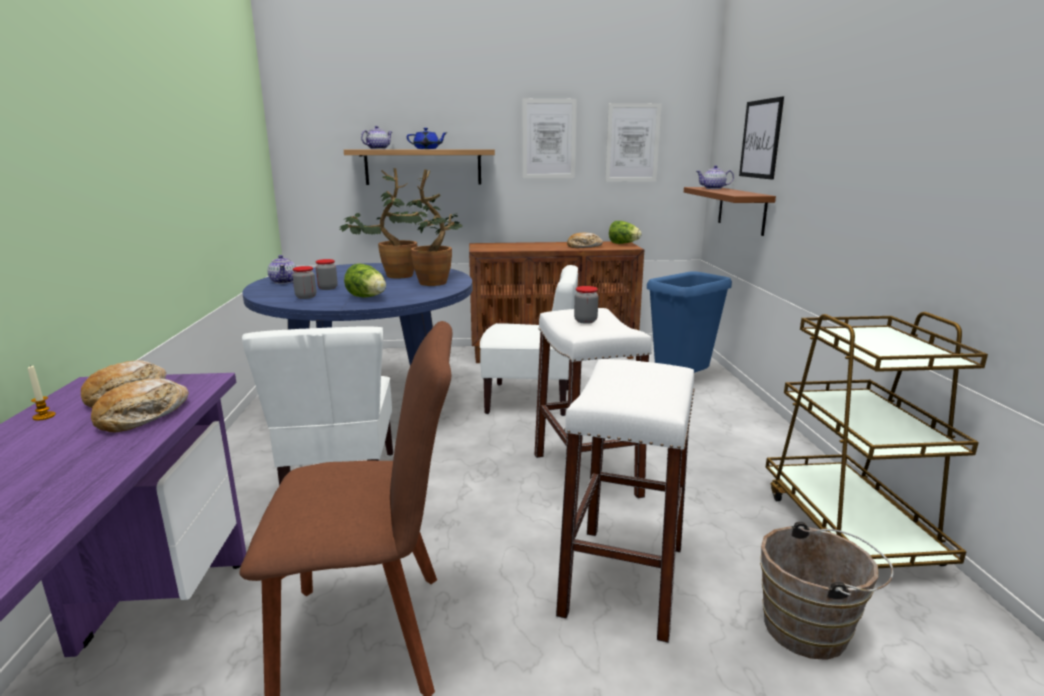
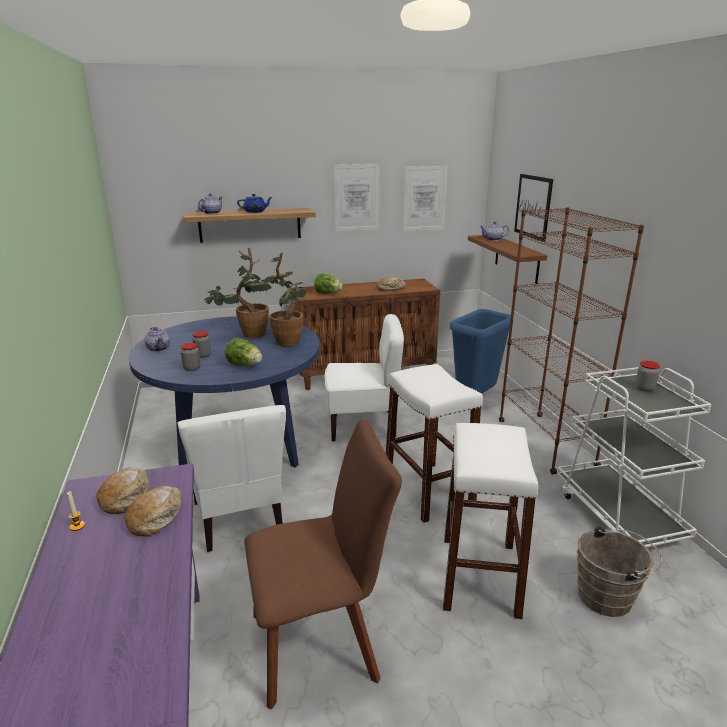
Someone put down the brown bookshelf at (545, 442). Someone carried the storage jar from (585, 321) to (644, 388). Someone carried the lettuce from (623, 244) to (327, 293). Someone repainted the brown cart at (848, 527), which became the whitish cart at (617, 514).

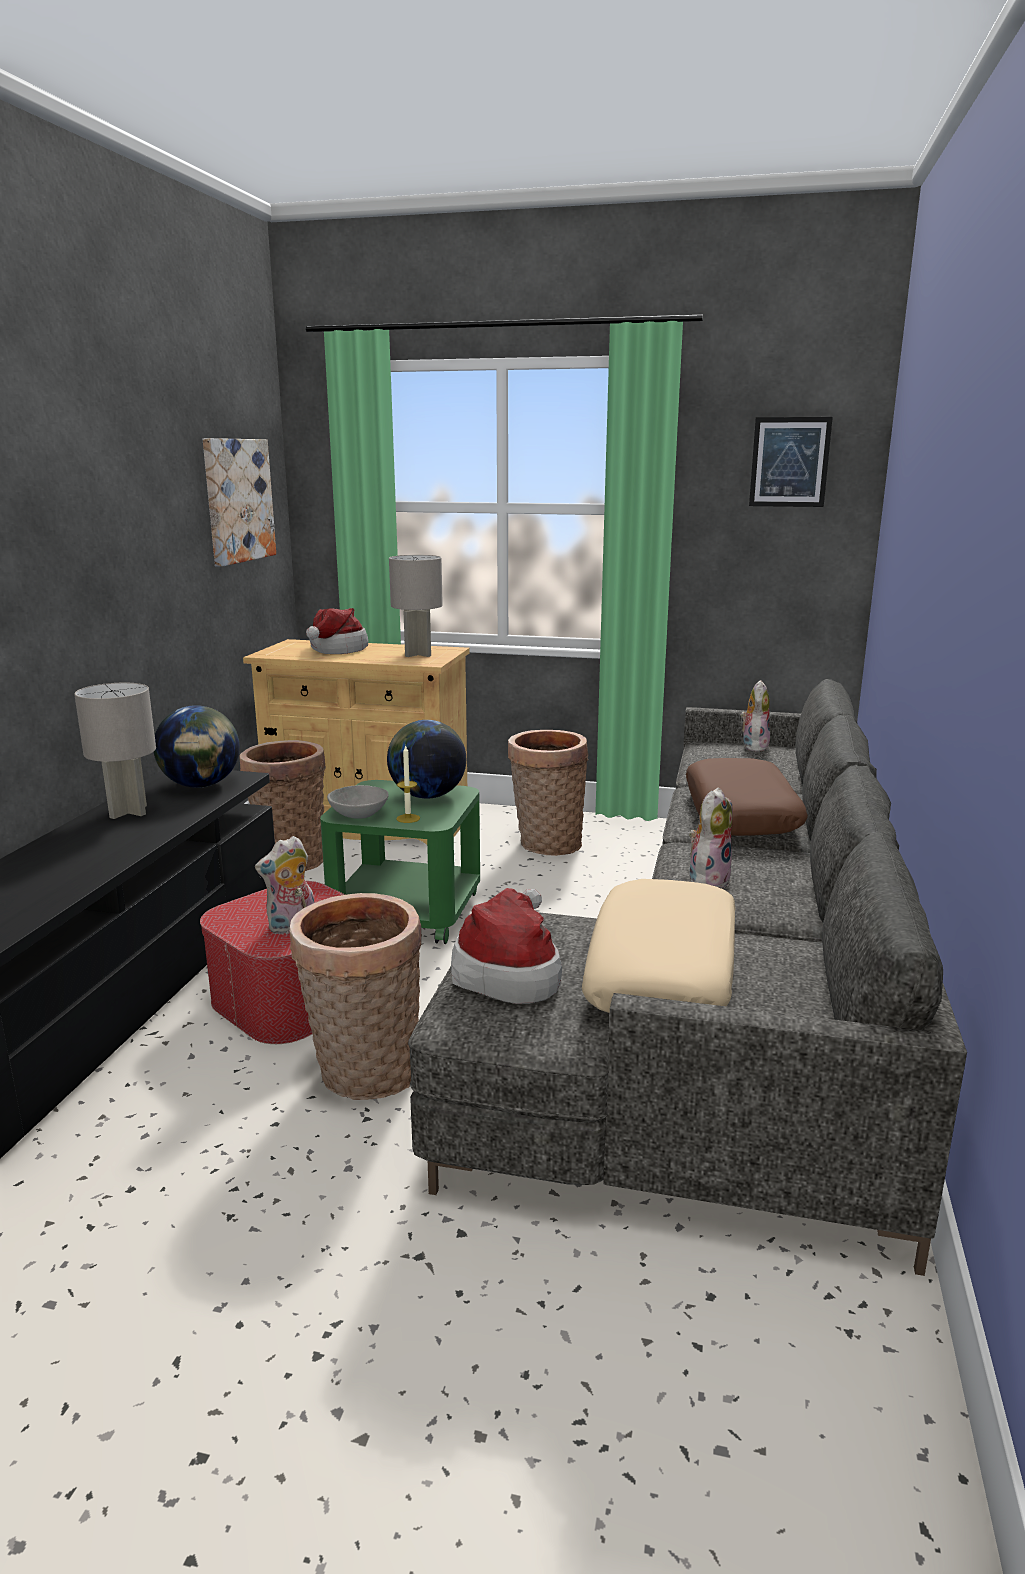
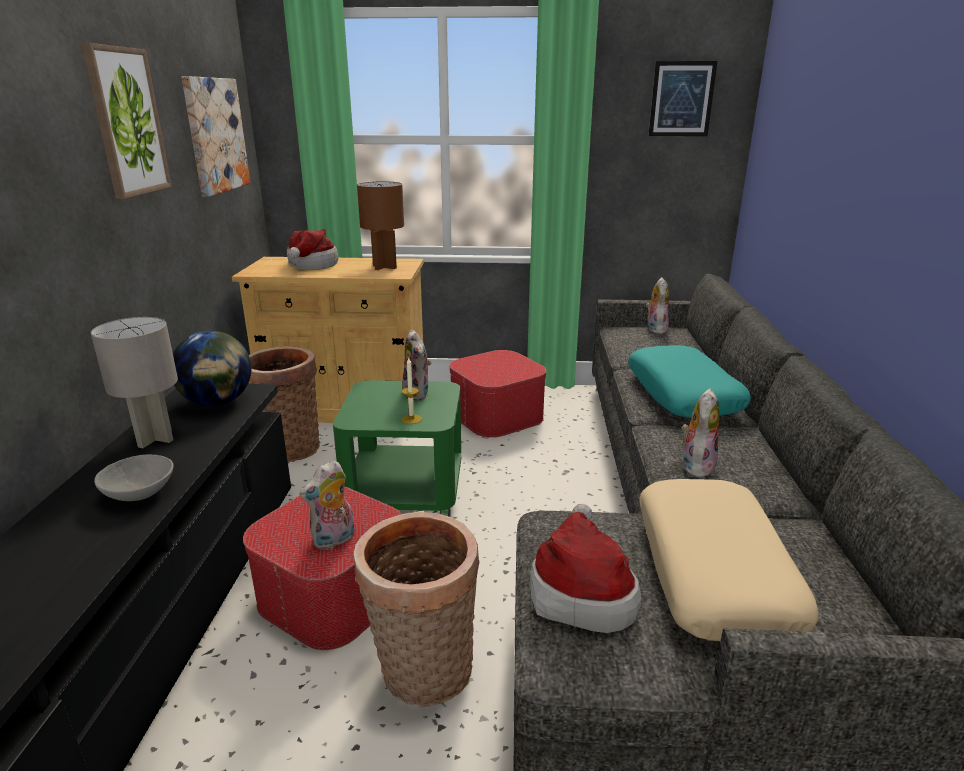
Someone put up the wall picture at (127, 122). Someone carried the grey deep dish from (359, 815) to (140, 493). Someone swapped the desk globe at (427, 796) for the plush toy at (418, 394). Someone swapped the household basket at (546, 844) for the ottoman at (496, 415). Someone repainted the grey table lamp at (417, 654), which became the brown table lamp at (384, 267). Someone repainted the brown throw pillow at (742, 814), which became the turquoise throw pillow at (683, 394).

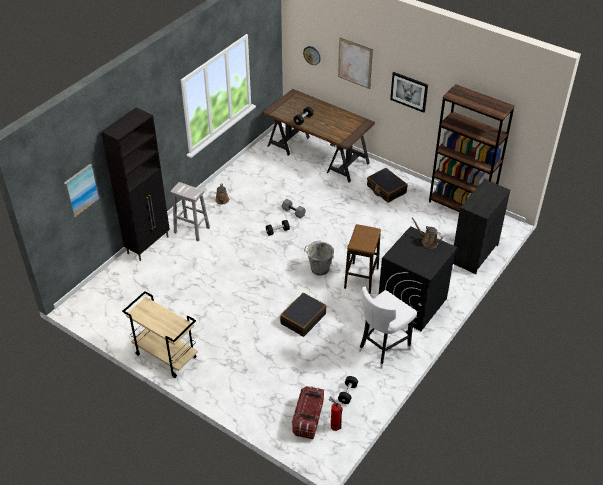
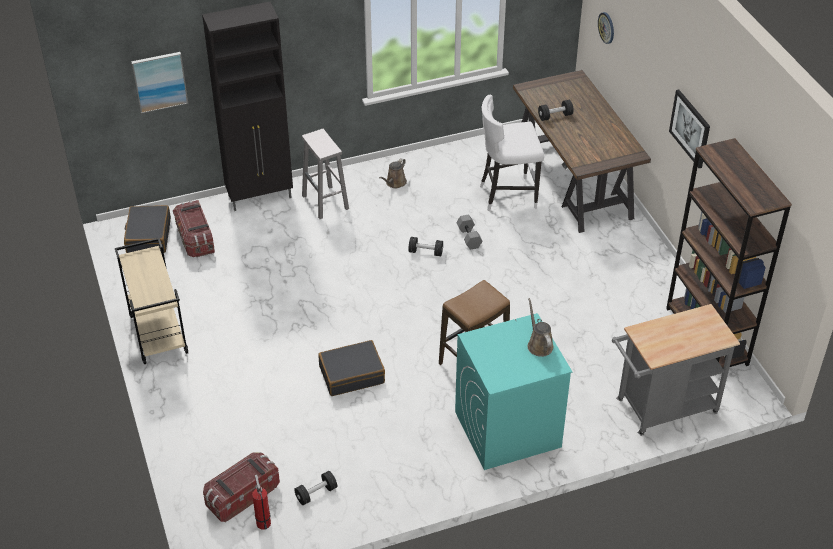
Someone took away the grey water bucket at (319, 268). Someone took away the wall picture at (355, 63). Someone put down the storage box at (195, 239). Someone carried the whitish stool seat from (382, 349) to (507, 195). Someone carried the black-coloured suitcase from (386, 189) to (148, 236). Someone swapped the black-coloured drawer chest at (474, 253) for the grey cart at (661, 409). Someone repainted the black-coloured laundry machine at (412, 304), which became the turquoise laundry machine at (507, 430).

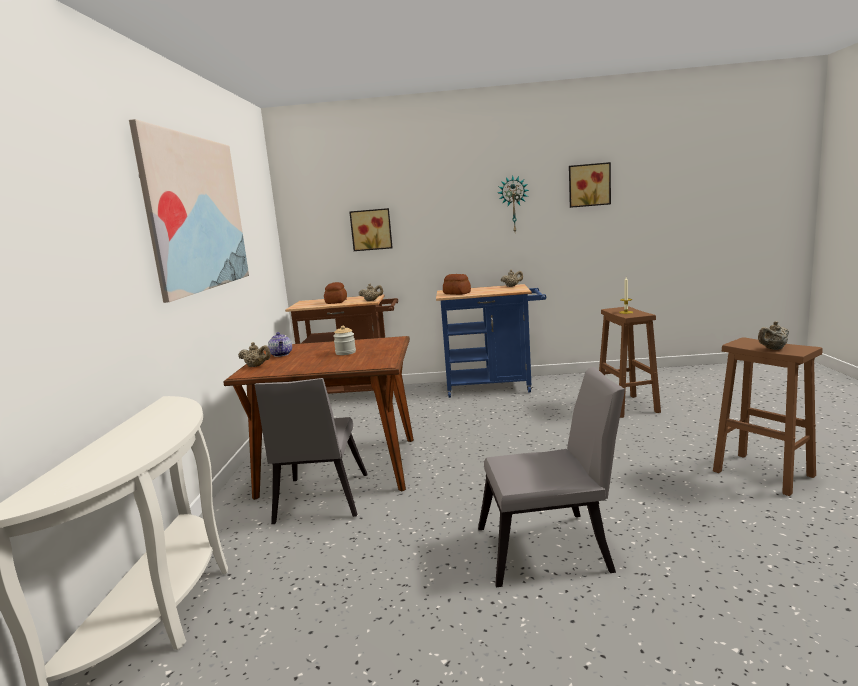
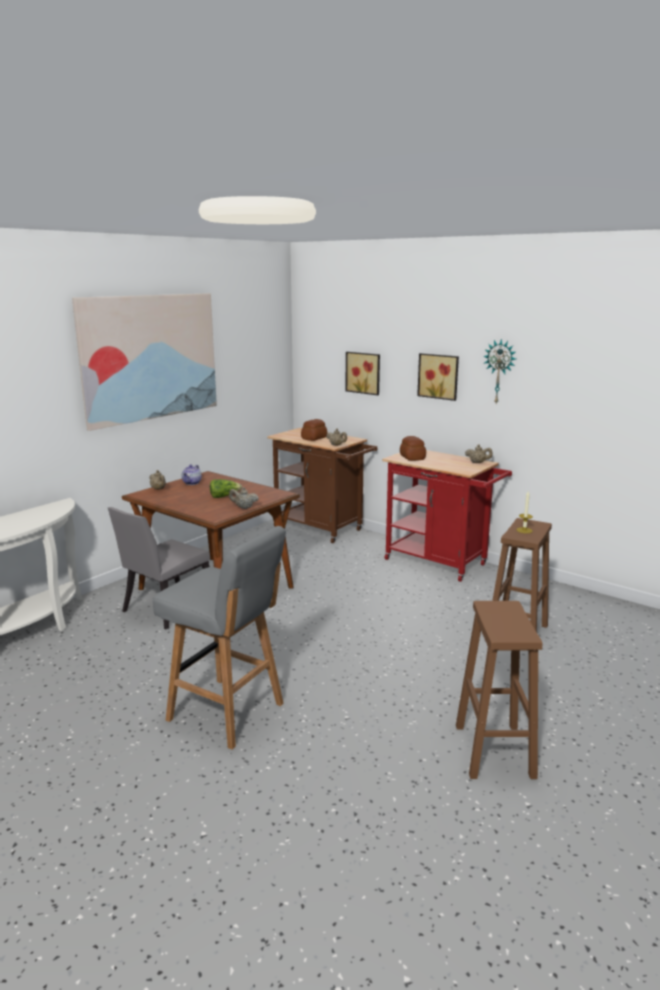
Someone carried the wall picture from (589, 185) to (439, 376). Someone carried the beige pot for tea from (773, 349) to (244, 507). Someone swapped the storage jar at (345, 353) for the lettuce at (224, 496). Someone swapped the grey chair at (552, 549) for the grey stool seat at (228, 713). Someone repainted the blue cart at (494, 387), which became the reddish cart at (441, 563).

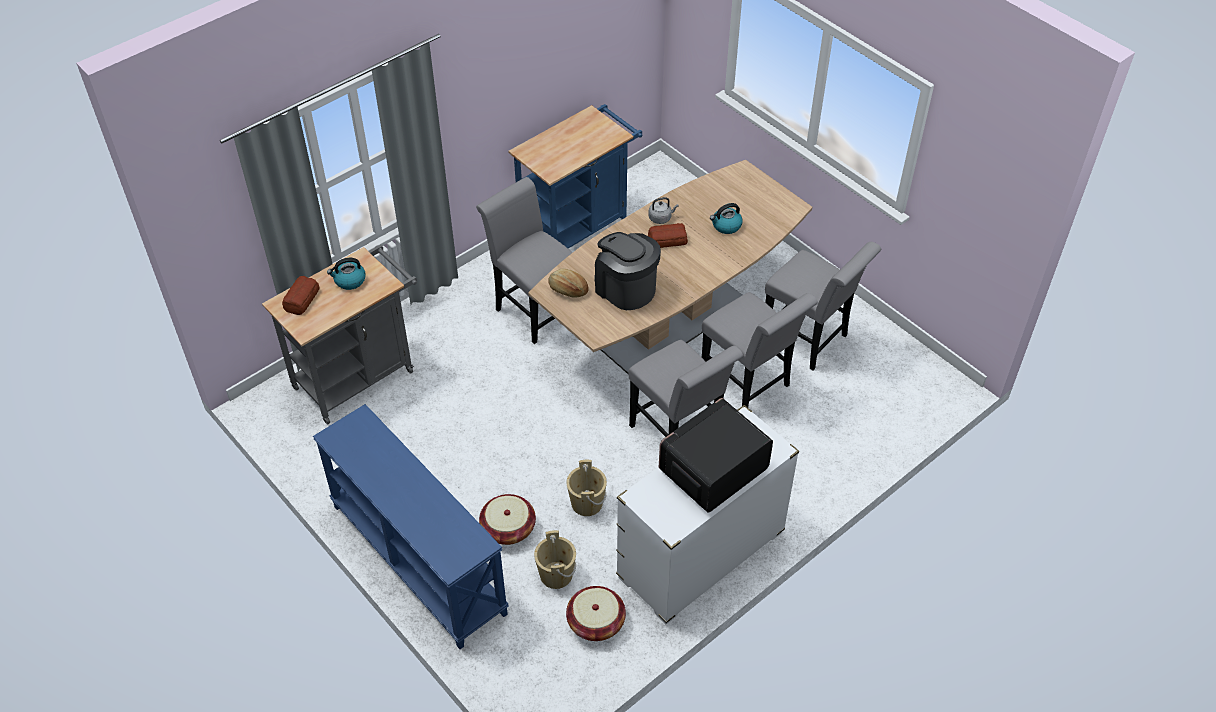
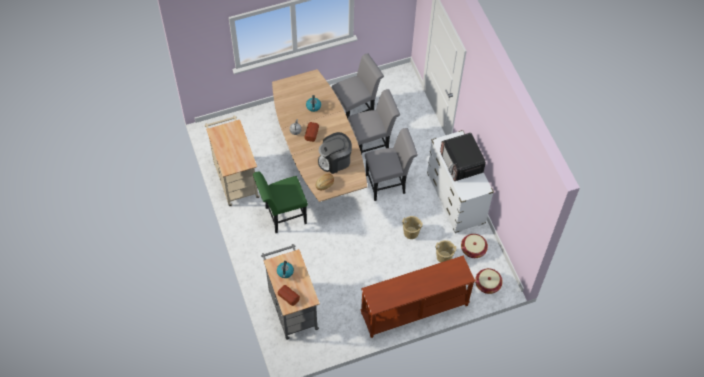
Someone carried the household basket from (508, 528) to (487, 284). Someone repainted the blue narrow table at (416, 559), which became the brown narrow table at (414, 310). Someone repainted the grey chair at (533, 308), which became the green-coloured chair at (282, 216). Someone repainted the blue cart at (579, 227), which became the beige cart at (235, 178).

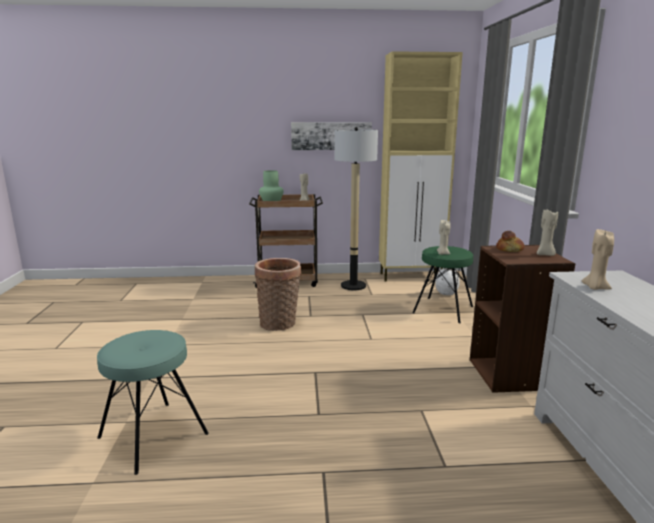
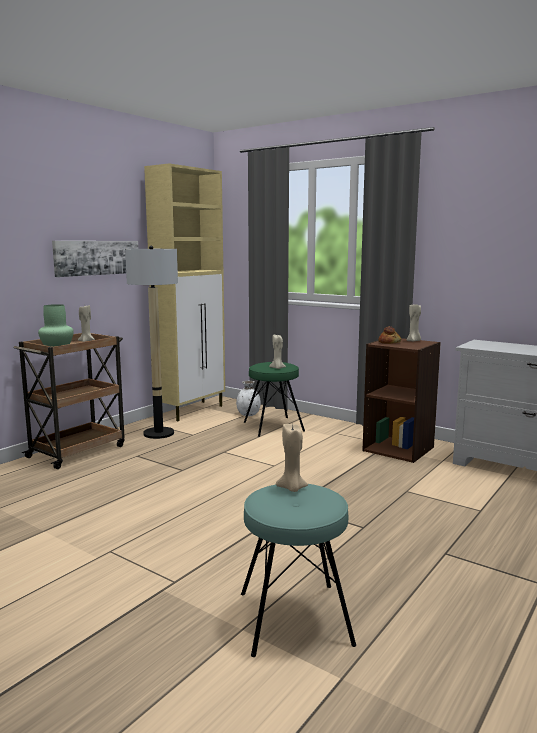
Someone took away the household basket at (280, 324). Someone carried the beige wax light from (595, 288) to (292, 488).

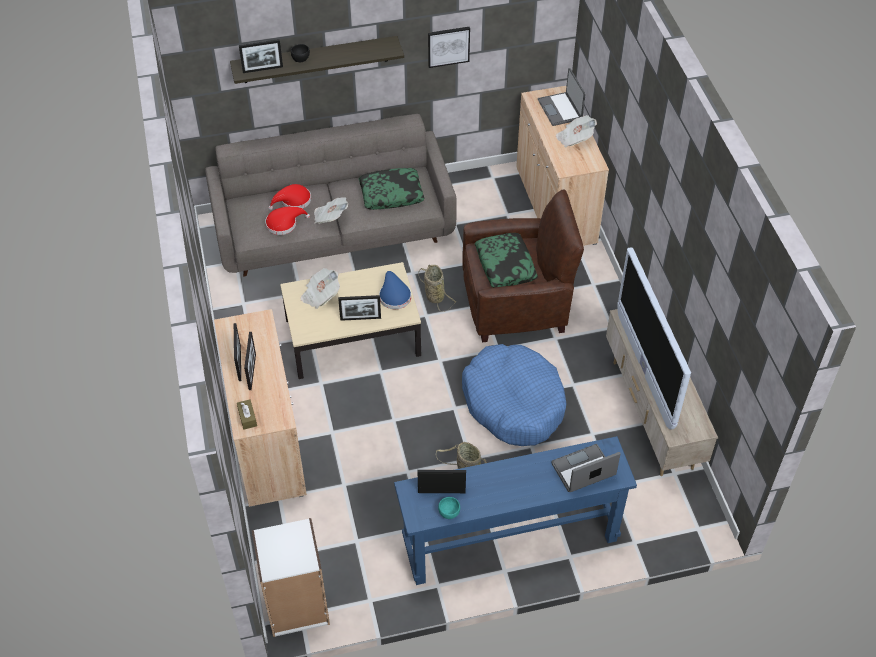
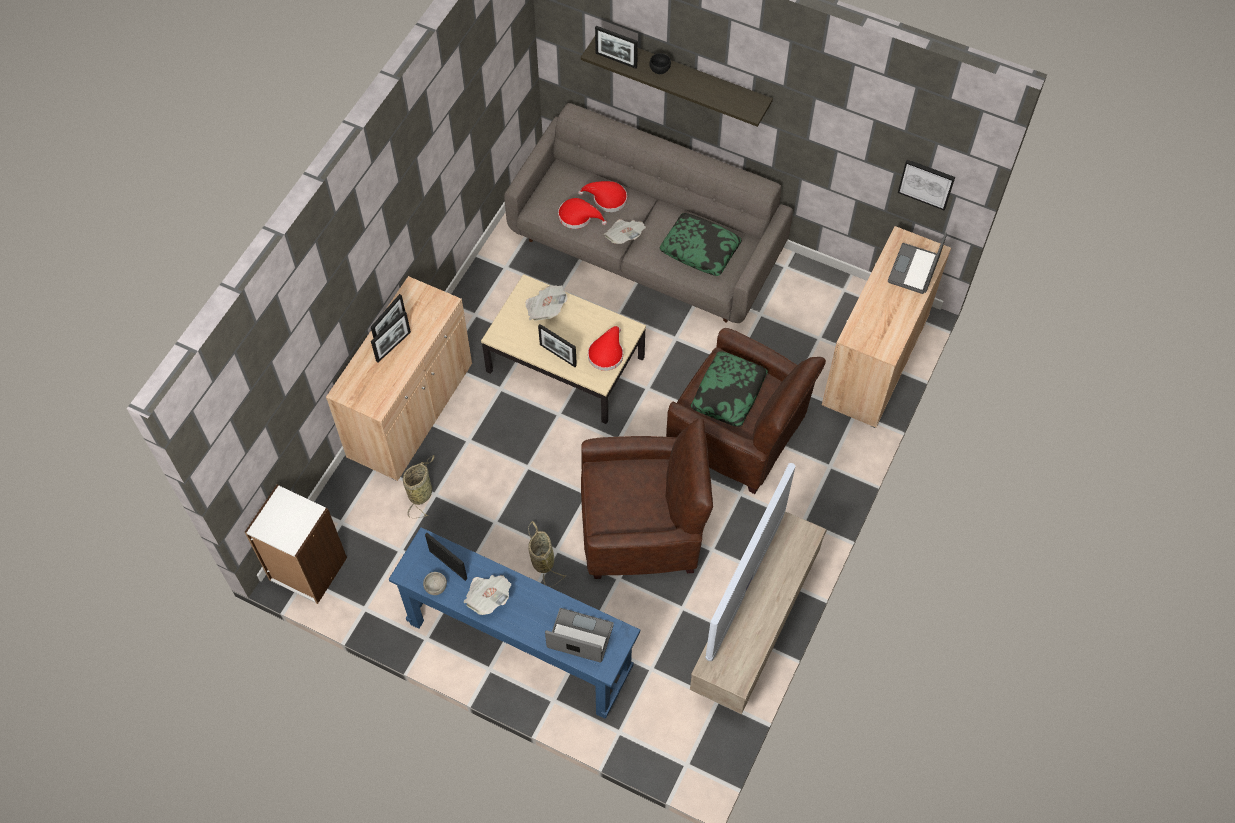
Someone took away the brown tissue box at (247, 417). Someone carried the household basket from (434, 295) to (421, 492). Someone carried the wall picture from (448, 46) to (926, 183). Someone carried the newspaper from (574, 139) to (488, 597). Someone swapped the blue dog bed at (513, 403) for the brown easy chair at (642, 527). Someone repainted the blue hat at (394, 295), which became the reddish hat at (606, 353). Someone repainted the turquoise deep dish at (449, 512), which became the grey deep dish at (436, 587).

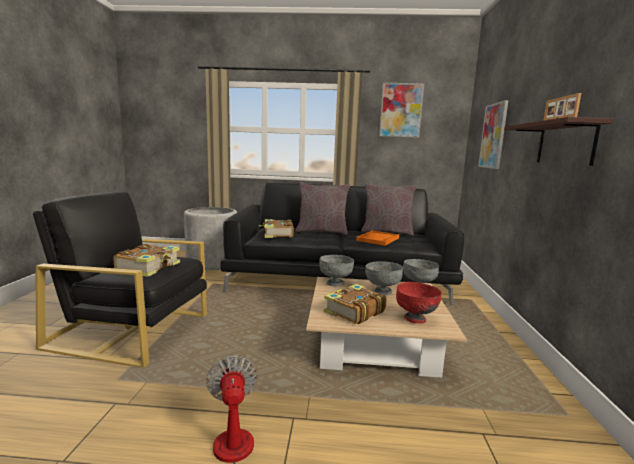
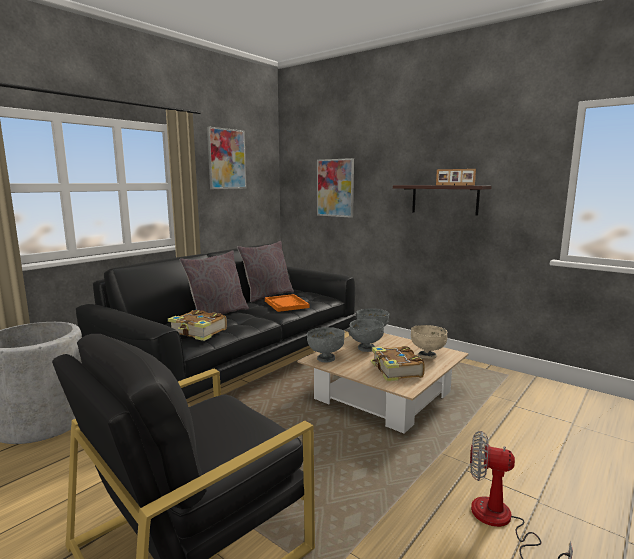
Someone took away the bound book at (149, 267). Someone repainted the reddish deep dish at (415, 319), which became the beige deep dish at (428, 356).

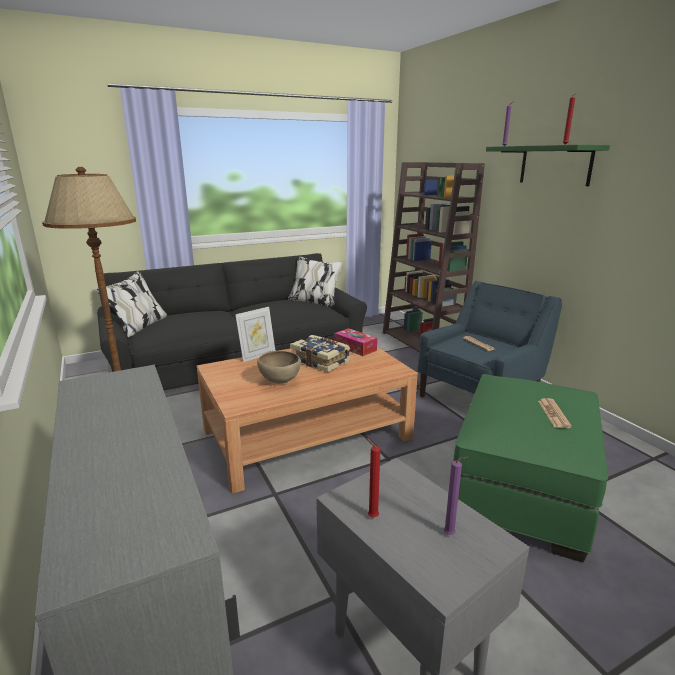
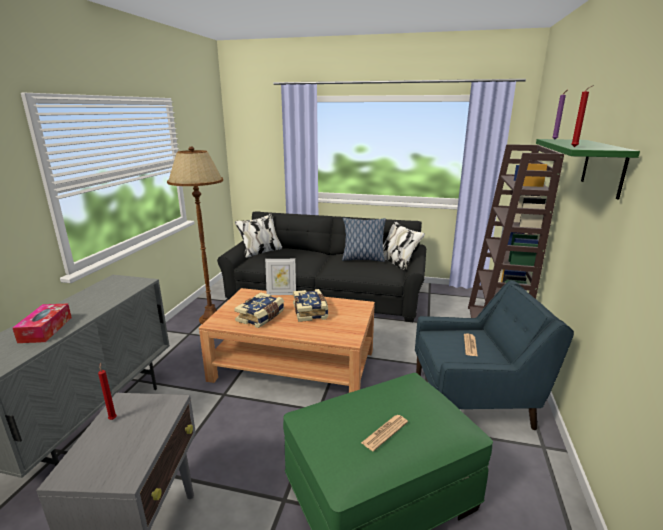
Someone took away the purplish wax light at (451, 535). Someone put down the throw pillow at (362, 259). Someone carried the tissue box from (355, 348) to (46, 329). Someone swapped the brown deep dish at (279, 382) for the bound book at (261, 317).

